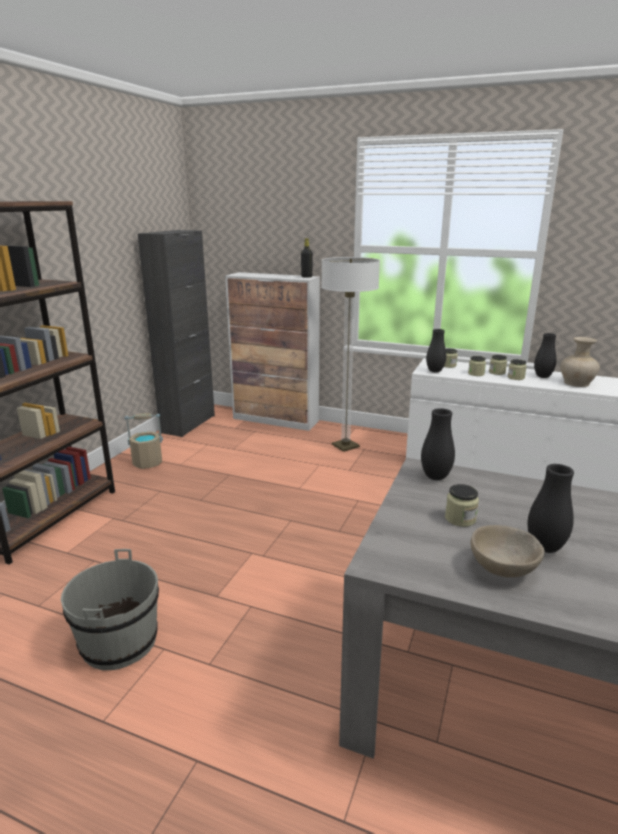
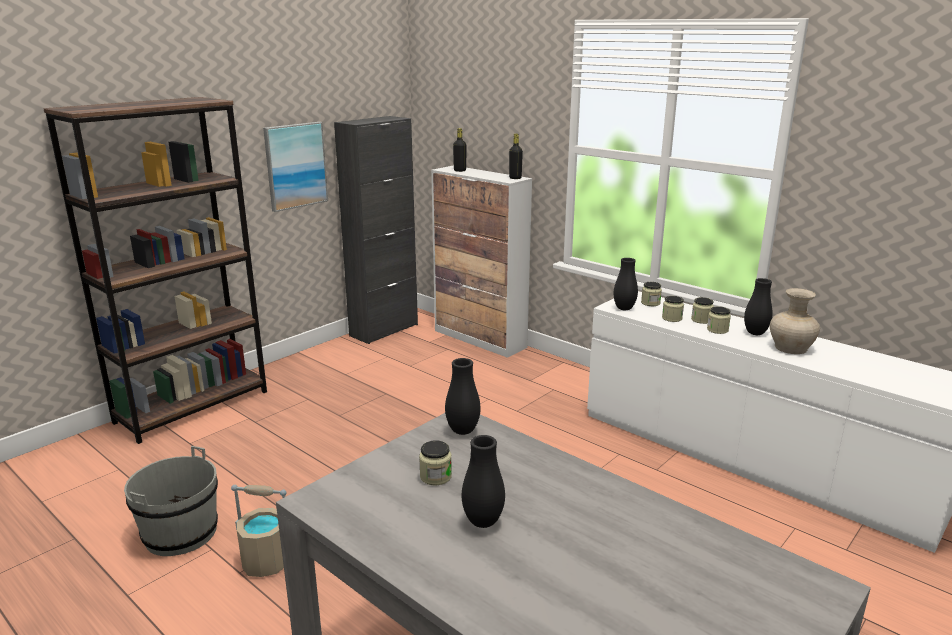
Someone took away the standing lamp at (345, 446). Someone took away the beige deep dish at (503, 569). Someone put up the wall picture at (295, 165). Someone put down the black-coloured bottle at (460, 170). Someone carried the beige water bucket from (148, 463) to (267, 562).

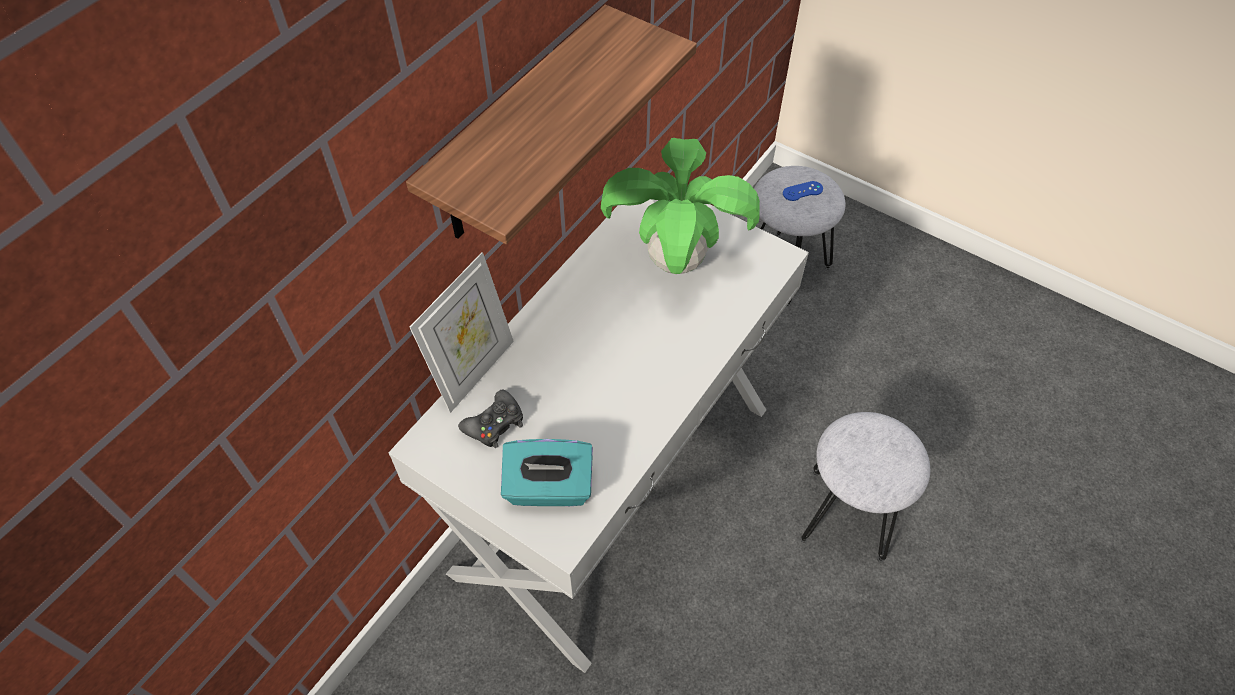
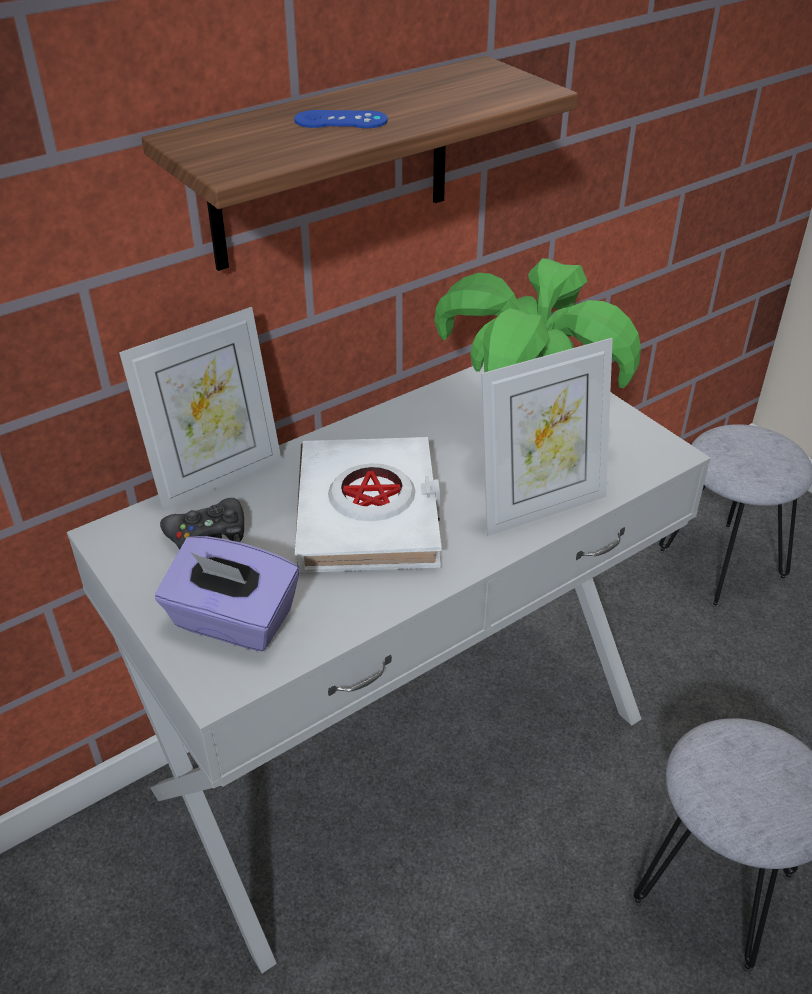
Someone put down the whitish bound book at (369, 513). Someone put down the standing frame at (540, 507). Someone carried the blue gamepad from (802, 191) to (341, 120). Someone repainted the turquoise tissue box at (549, 488), which became the purplish tissue box at (232, 621).

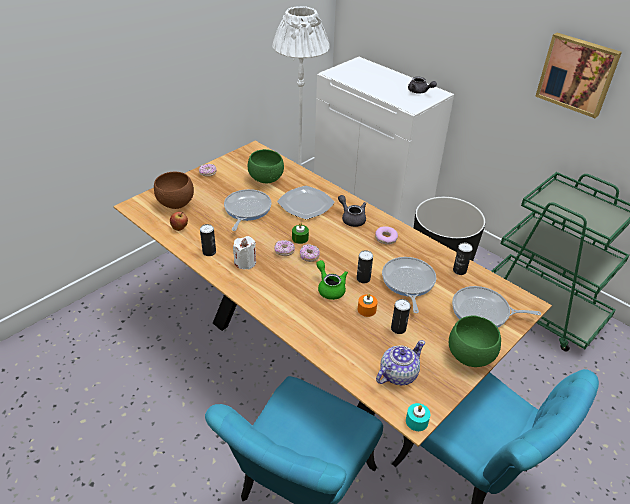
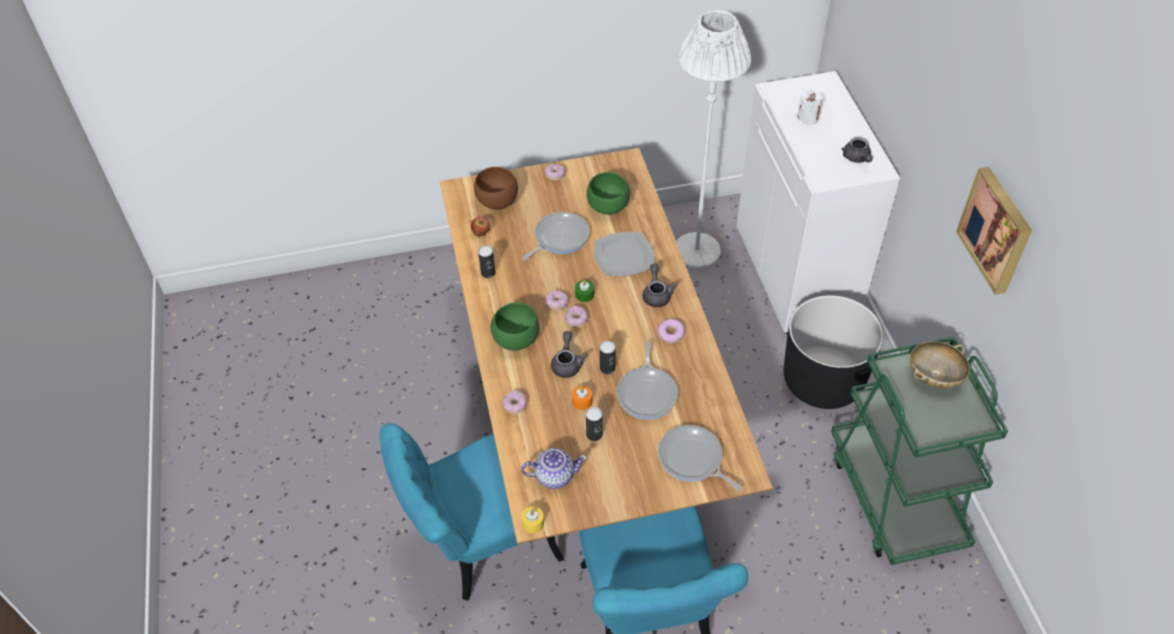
Someone took away the metal can at (459, 270). Someone put down the ring doughnut at (515, 405). Someone put down the beige deep dish at (934, 375). Someone carried the whitish wax light from (245, 262) to (808, 118). Someone carried the green-coloured deep dish from (468, 356) to (515, 340). Someone repainted the green-coloured pot for tea at (330, 288), which became the grey pot for tea at (567, 363). Someone repainted the turquoise wax light at (416, 421), which became the yellow wax light at (533, 523). Someone rotated the pan at (408, 282) by 150 degrees clockwise.

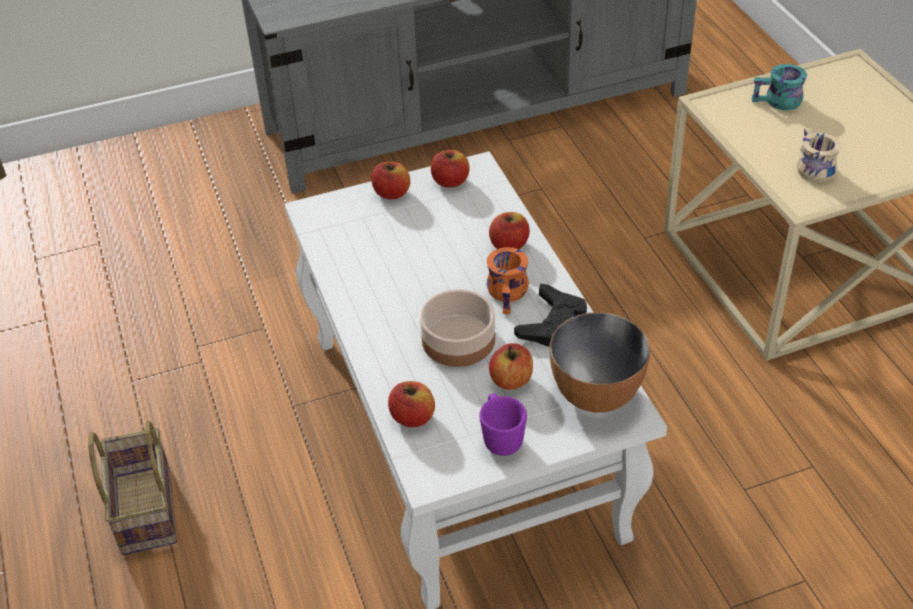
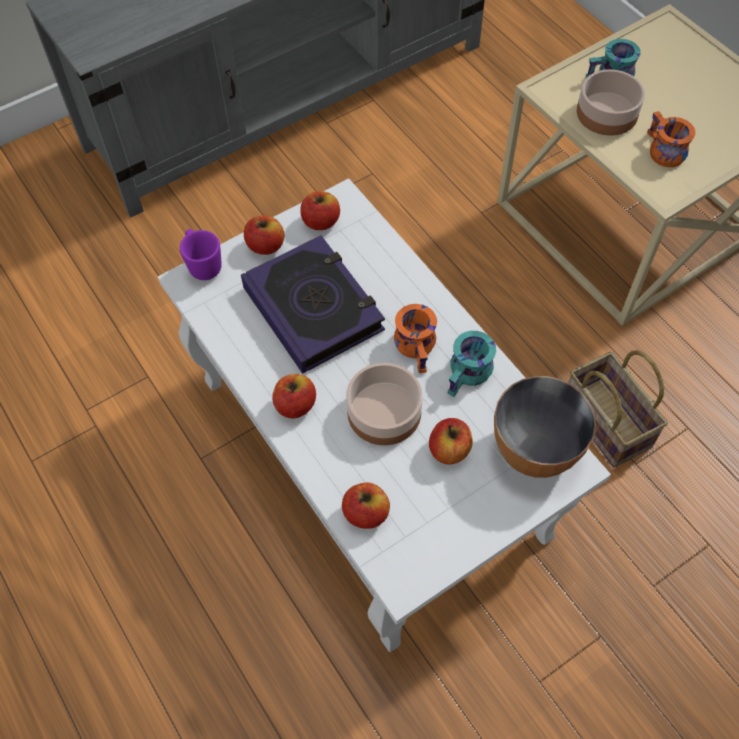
Someone put down the bound book at (313, 309). Someone put down the deep dish at (606, 112). Someone carried the household basket from (143, 508) to (603, 421). Someone carried the purplish coffee mug from (501, 437) to (203, 264). Someone carried the whole apple from (509, 245) to (295, 405). Someone swapped the black-coloured gamepad at (552, 323) for the turquoise coffee mug at (470, 375). Someone repainted the beige coffee mug at (810, 168), which became the orange coffee mug at (661, 151).

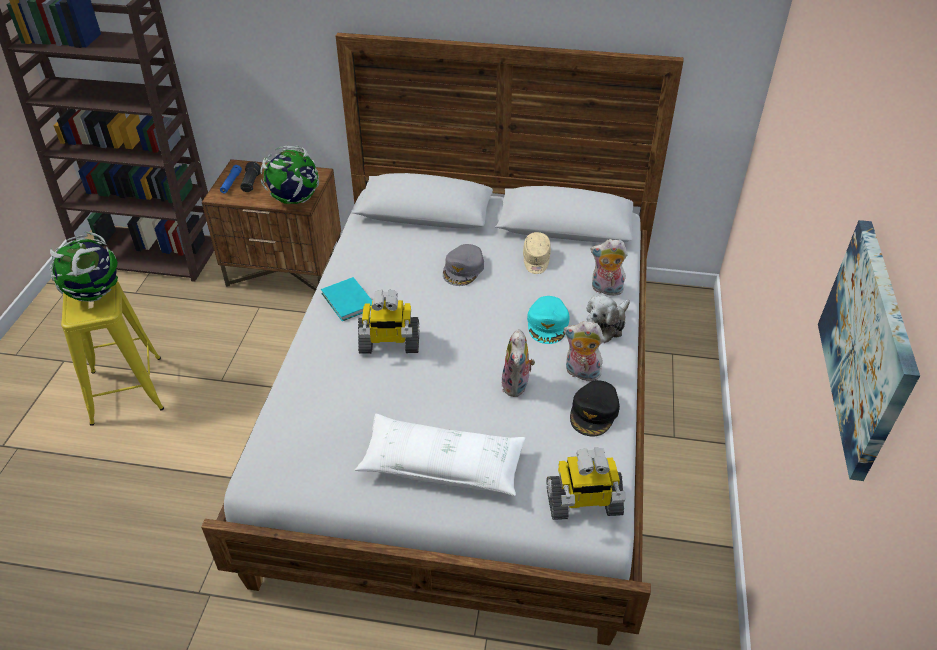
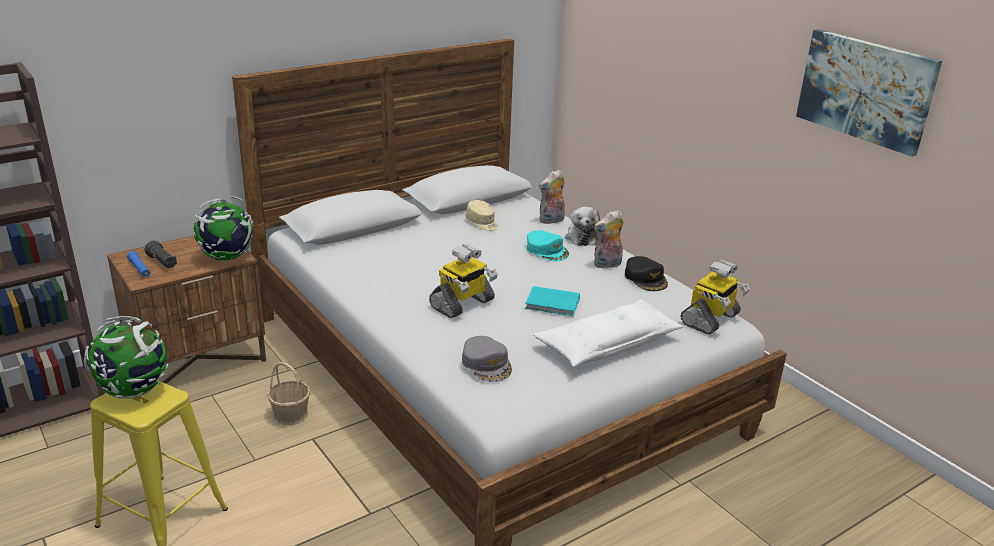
Someone took away the plush toy at (517, 385). Someone put down the household basket at (290, 414). Someone carried the turquoise bound book from (348, 302) to (553, 304). Someone carried the grey baseball cap from (463, 269) to (487, 364).

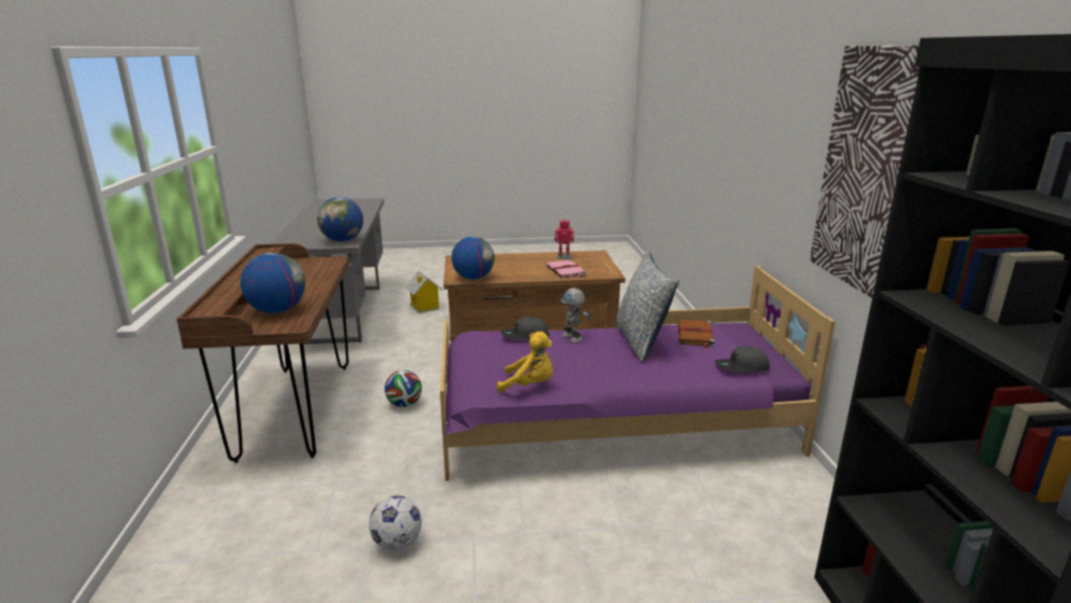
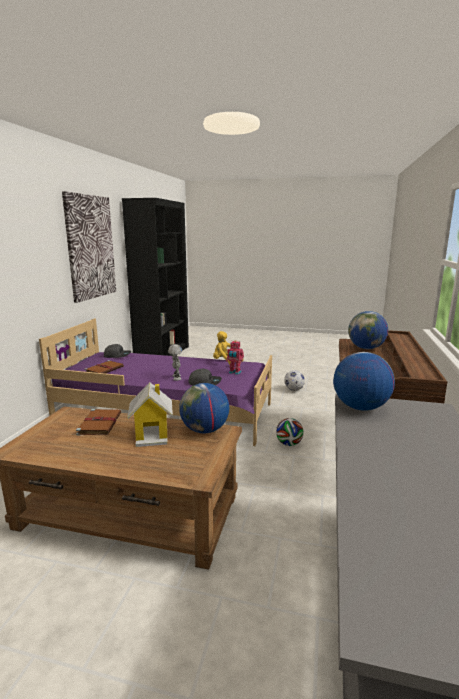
Someone took away the throw pillow at (641, 341). Someone carried the toy house from (424, 307) to (152, 435). Someone carried the model robot from (564, 256) to (234, 373). Someone repainted the pink-coloured bound book at (566, 271), which became the brown bound book at (100, 423).

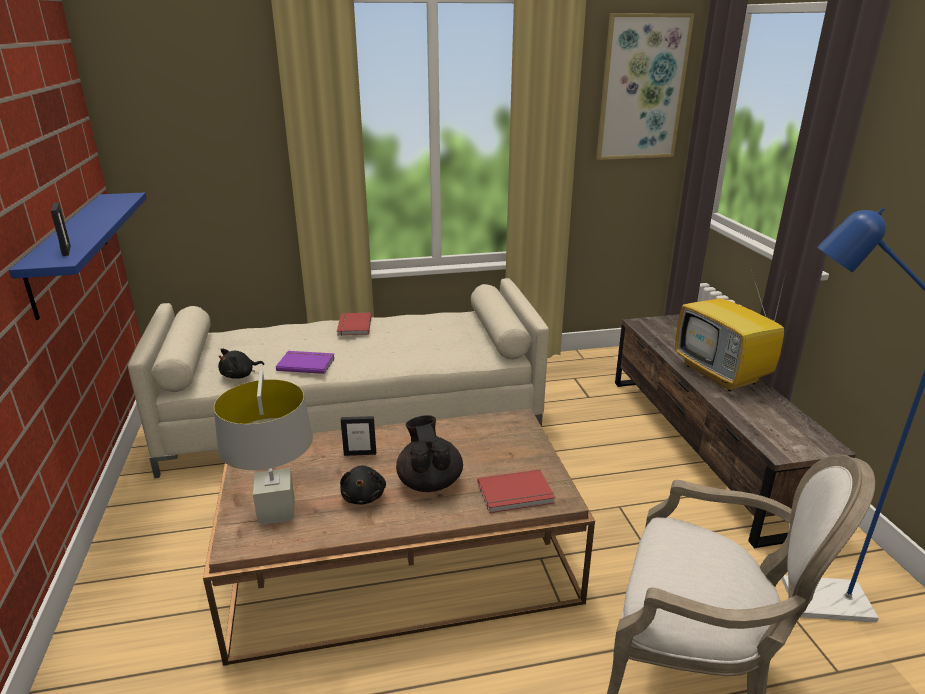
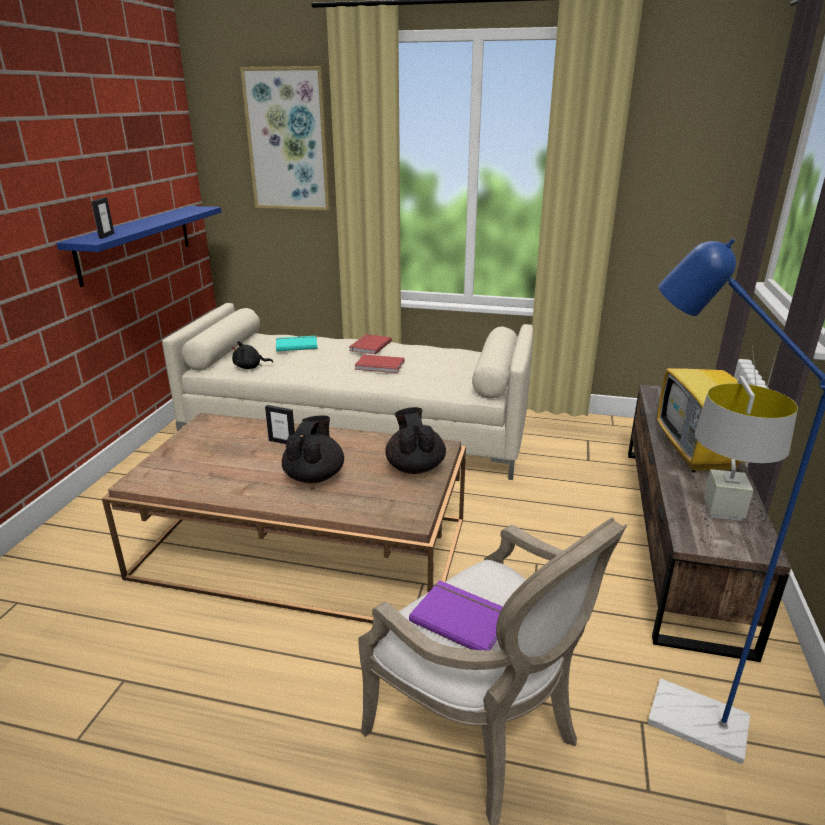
Someone took away the black-coloured plush toy at (364, 496). Someone put down the turquoise bound book at (296, 345). Someone put down the black-coloured pot for tea at (415, 467). Someone carried the grey table lamp from (277, 512) to (723, 510). Someone carried the purplish bound book from (306, 363) to (461, 617). Someone carried the reddish bound book from (516, 494) to (379, 366). Someone carried the wall picture from (642, 88) to (288, 140).

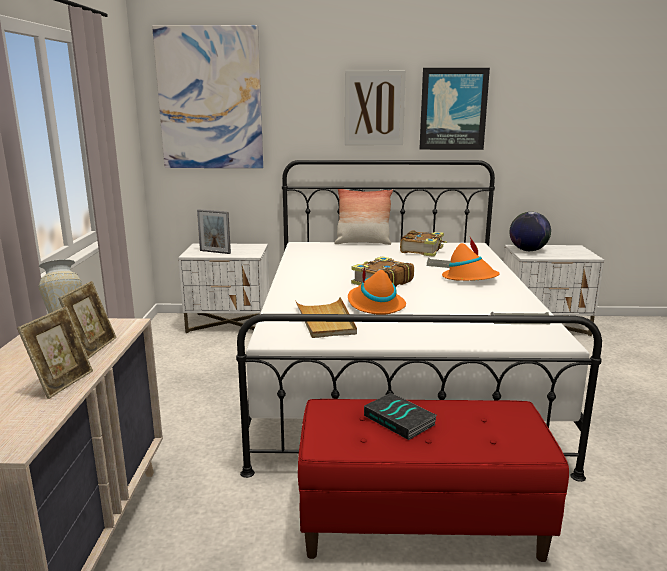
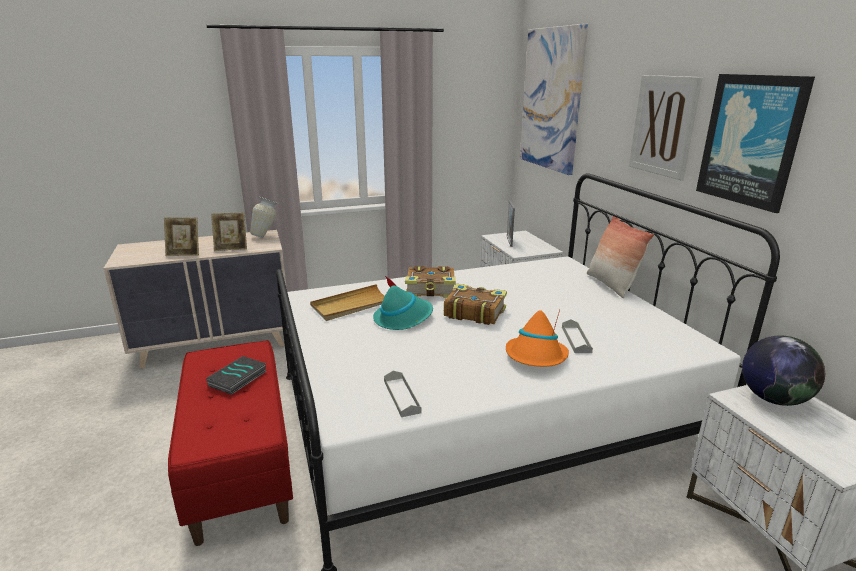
Someone carried the bound book from (423, 250) to (431, 290). Someone repainted the orange hat at (375, 305), which became the turquoise hat at (403, 318).

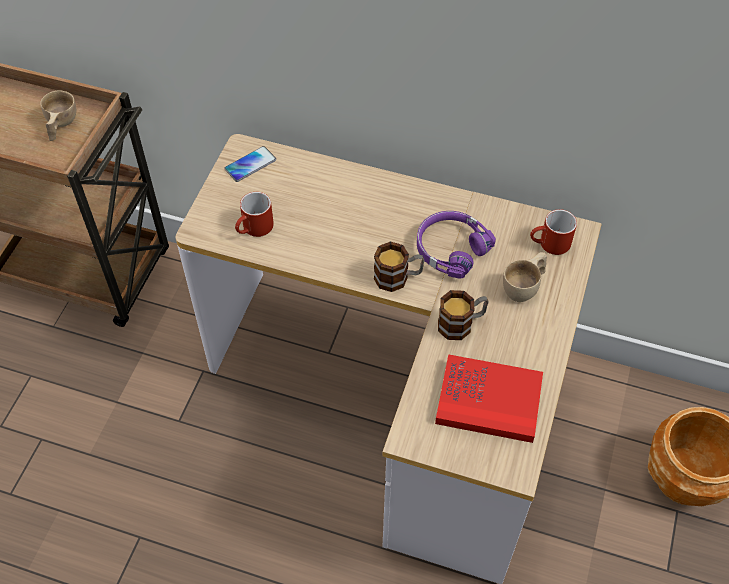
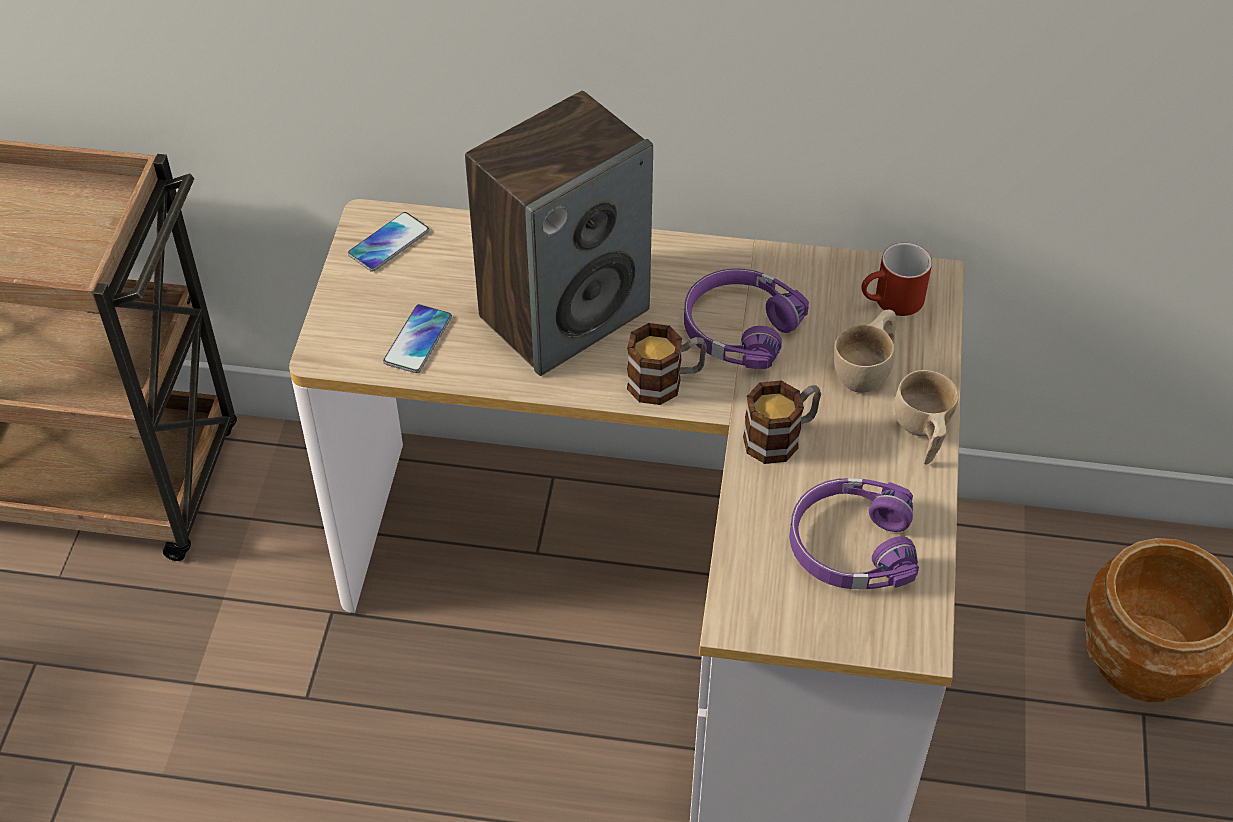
Someone put down the speaker at (564, 313). Someone carried the beige cup from (60, 126) to (922, 433). Someone swapped the reddish coffee mug at (254, 229) for the telephone at (418, 340). Someone swapped the reddish bound book at (488, 400) for the purplish headset at (850, 545).

